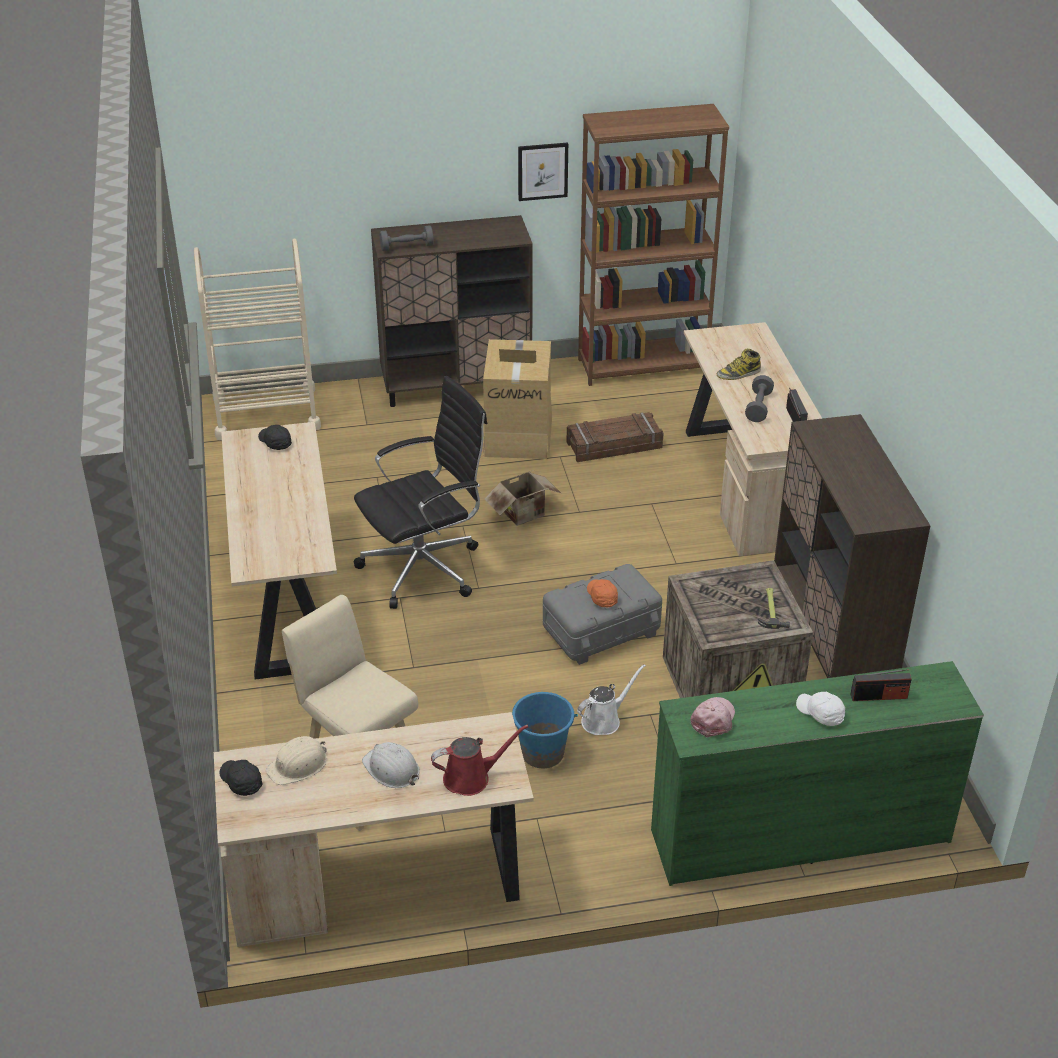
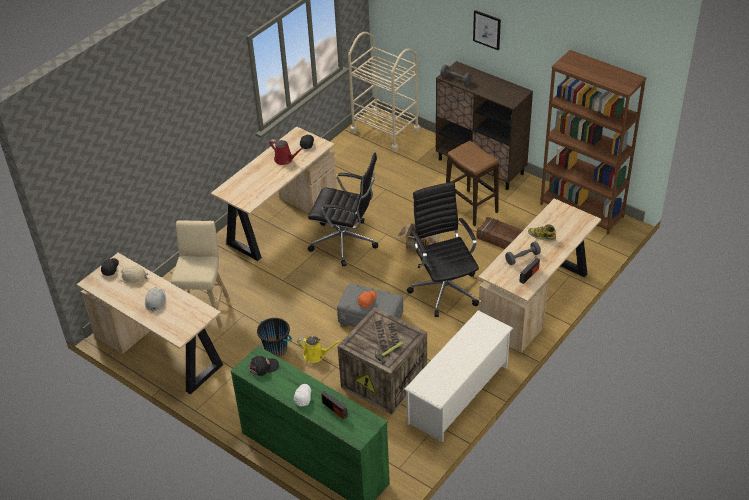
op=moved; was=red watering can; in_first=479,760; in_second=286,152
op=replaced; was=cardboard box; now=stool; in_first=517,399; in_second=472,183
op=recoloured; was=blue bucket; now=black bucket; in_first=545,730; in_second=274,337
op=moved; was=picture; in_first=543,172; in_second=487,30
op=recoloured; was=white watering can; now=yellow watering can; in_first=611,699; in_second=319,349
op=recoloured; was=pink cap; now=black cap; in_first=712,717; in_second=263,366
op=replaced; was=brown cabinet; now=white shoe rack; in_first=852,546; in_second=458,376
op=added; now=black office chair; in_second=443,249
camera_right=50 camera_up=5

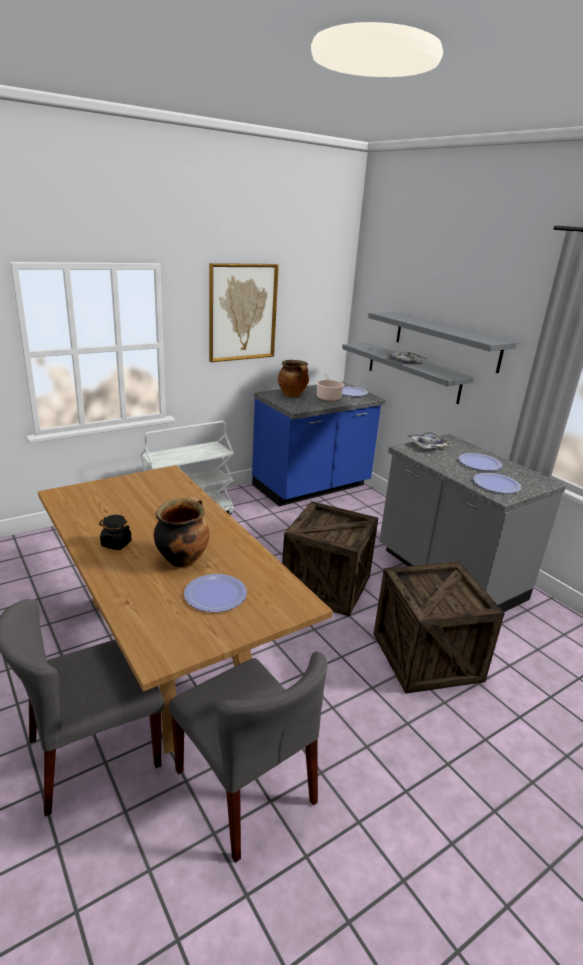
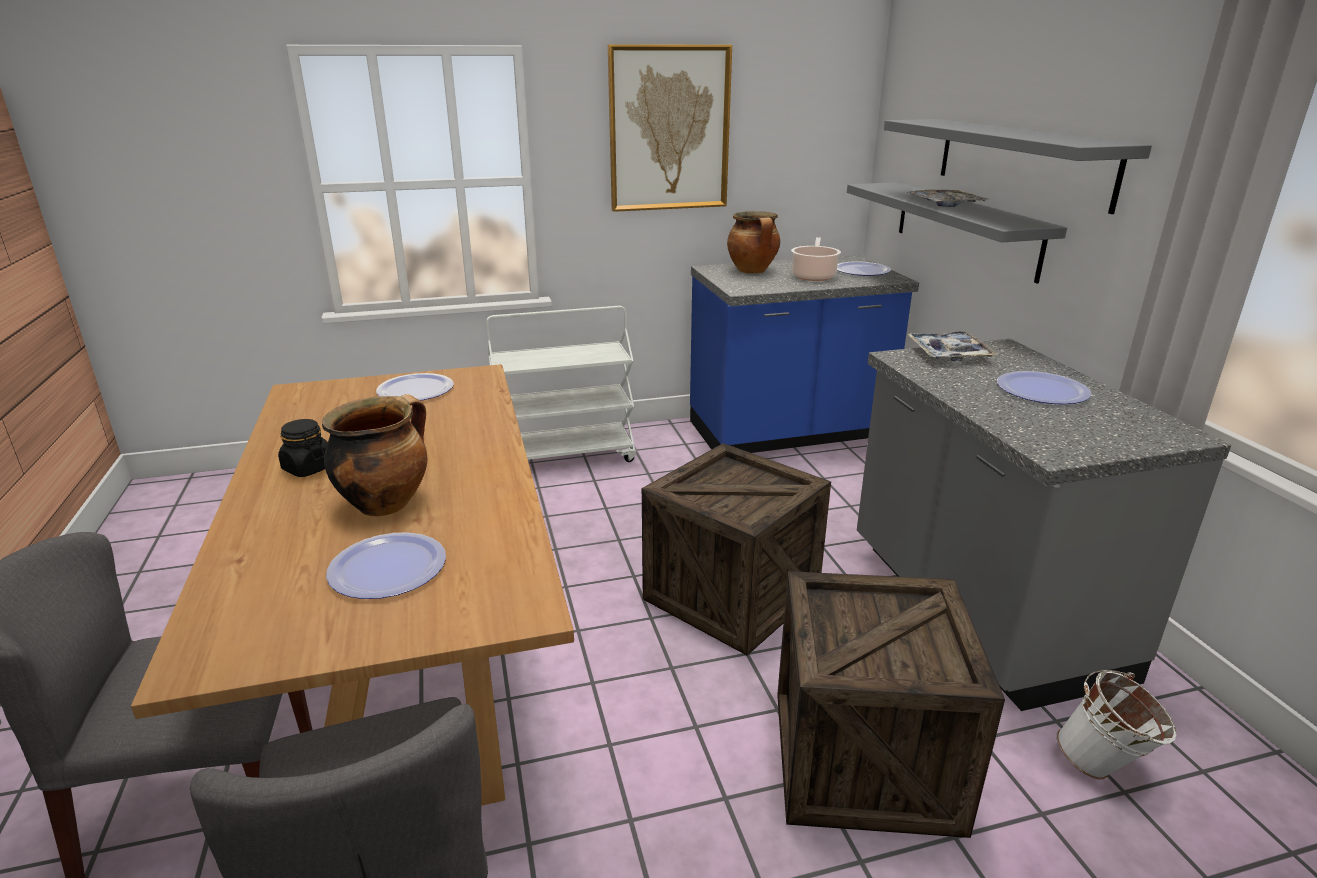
op=moved; was=plate; in_first=497,483; in_second=415,387
op=added; now=white bucket; in_second=1116,724
camera_right=20 camera_up=0

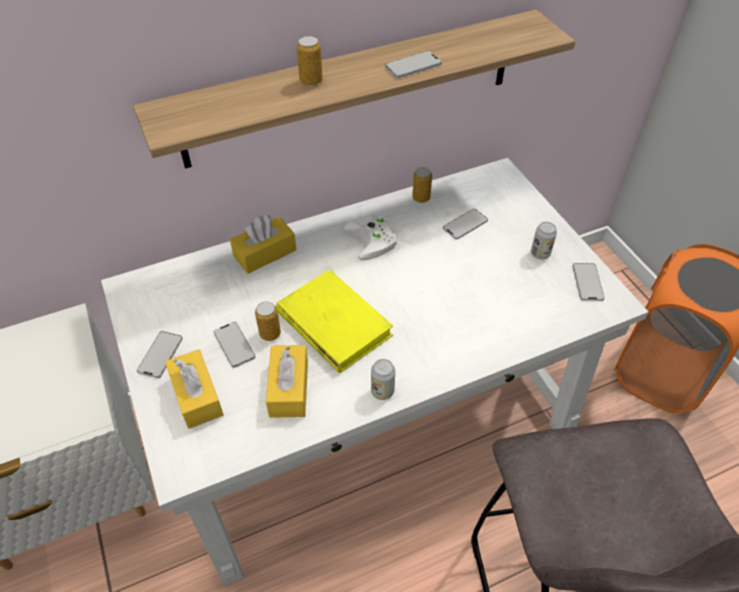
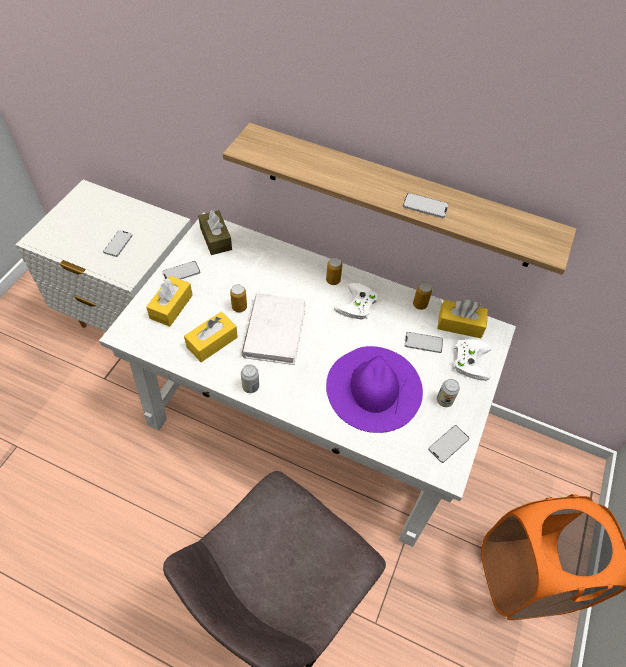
op=moved; was=phone; in_first=234,345; in_second=118,243
op=moved; was=yellow tissue box; in_first=263,244; in_second=462,319
op=recoloured; was=yellow book; now=white book; in_first=334,321; in_second=273,329
op=moved; was=can; in_first=310,61; in_second=334,271
op=added; now=brown tissue box; in_second=215,232
op=added; now=purple hat; in_second=374,389
op=added; now=white game controller; in_second=472,360
camera_right=45 camera_up=5

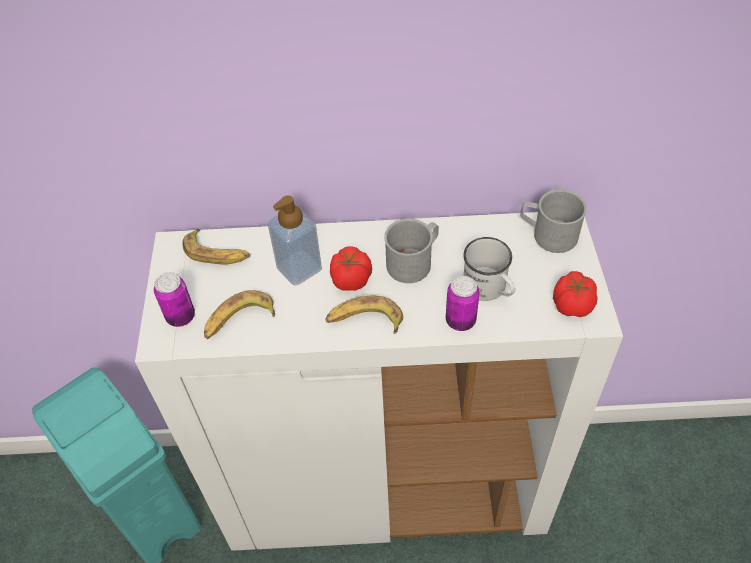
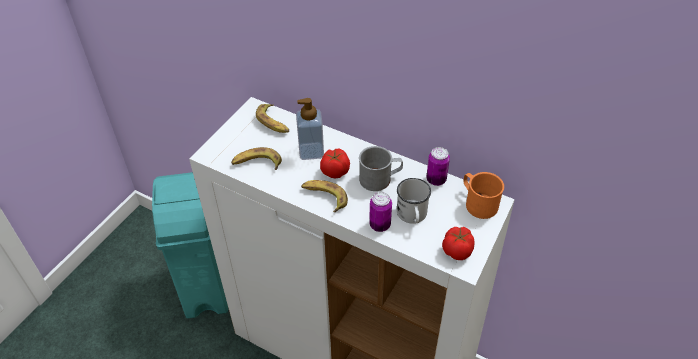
op=moved; was=can; in_first=174,299; in_second=438,166
op=recoloured; was=grey mug; now=orange mug; in_first=553,221; in_second=483,195
camera_right=30 camera_up=-5

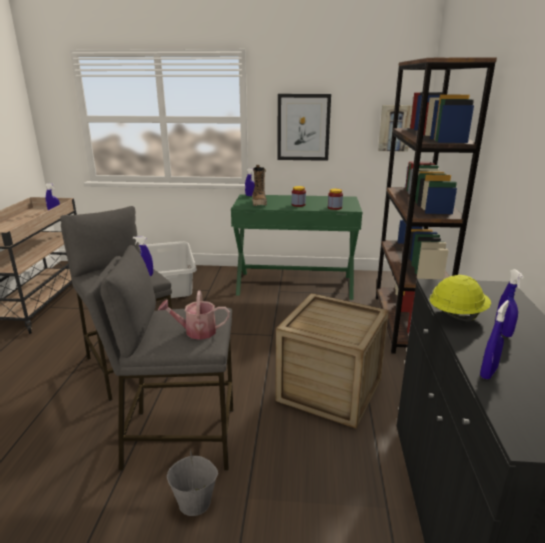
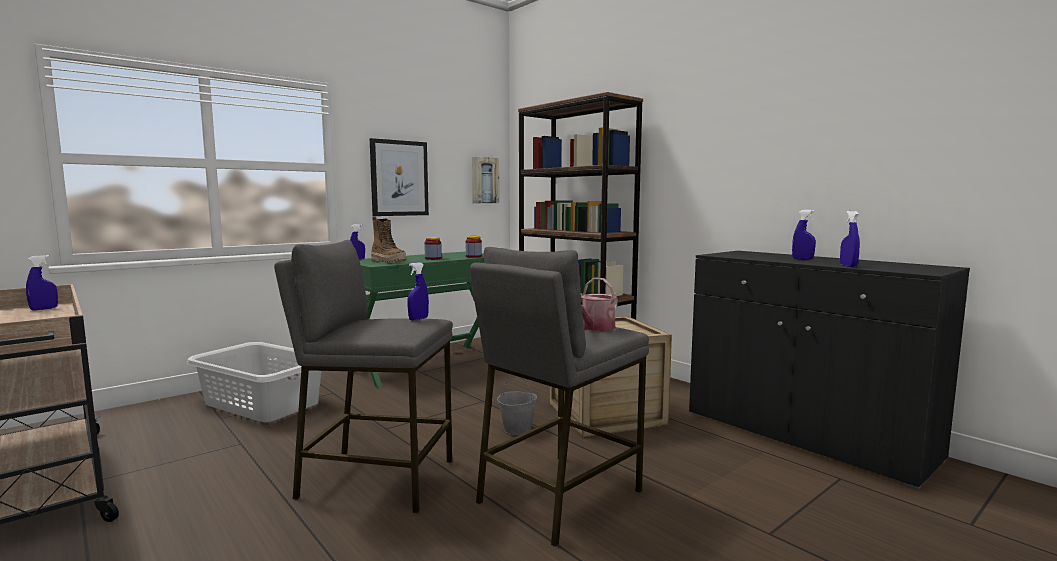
op=moved; was=grey bucket; in_first=192,482; in_second=517,405
op=removed; was=yellow hard hat; in_first=460,298
camera_right=-45 camera_up=-15

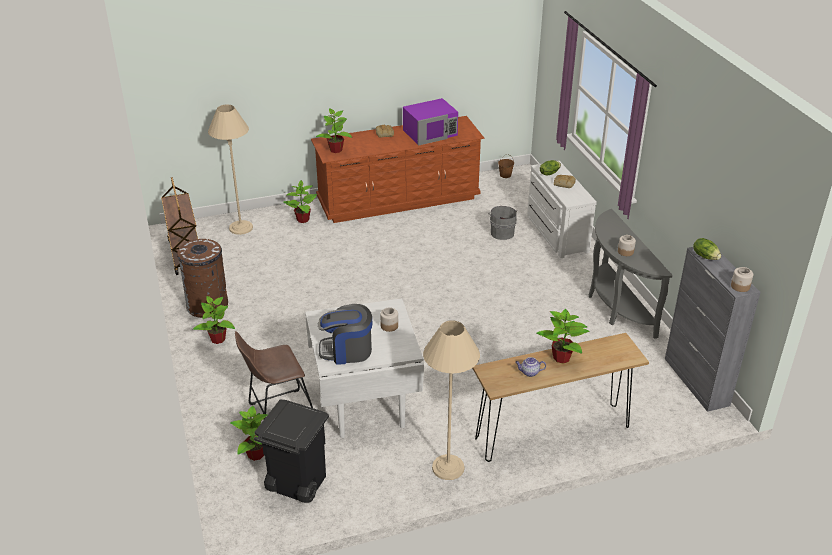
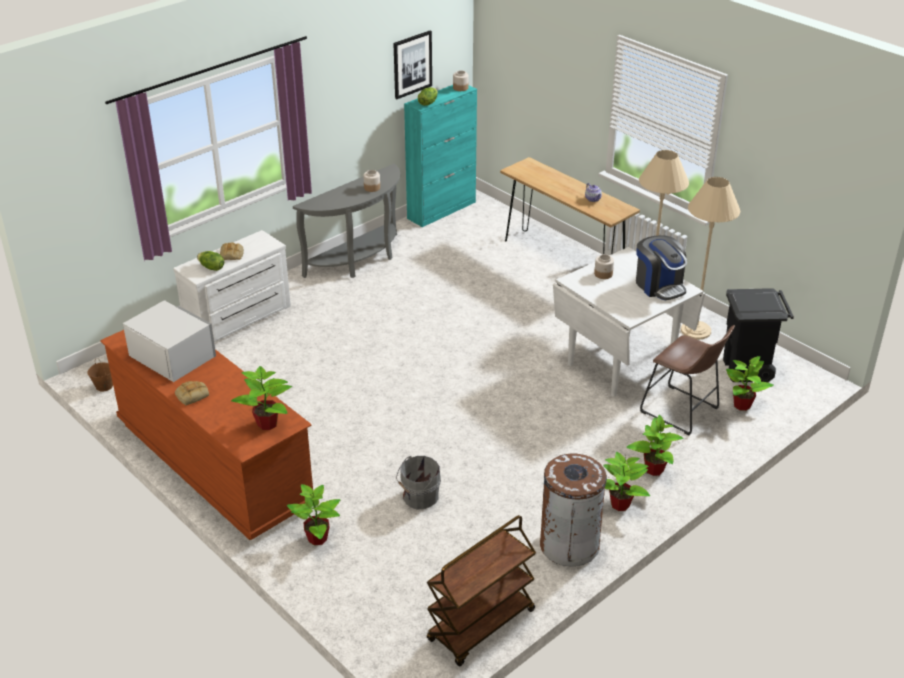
op=moved; was=beige floor lamp; in_first=230,169; in_second=710,258
op=recoloured; was=purple microwave; now=white microwave; in_first=430,122; in_second=169,341
op=moved; was=grey bucket; in_first=502,223; in_second=418,482
op=moved; was=potted plant; in_first=563,336; in_second=655,445
op=recoloured; was=grey cabinet; now=turquoise cabinet; in_first=713,329; in_second=440,156
op=added; now=picture; in_second=412,65
camera_right=-115 camera_up=0

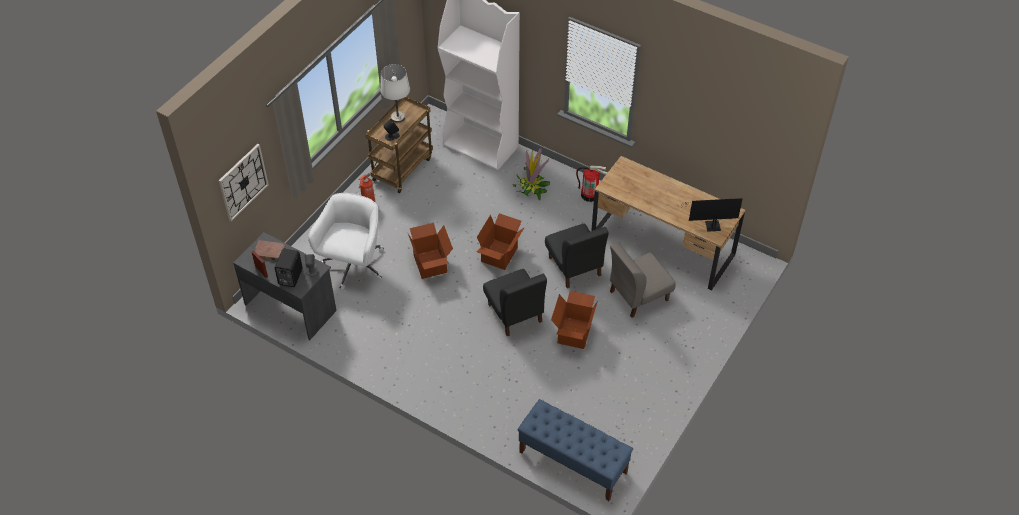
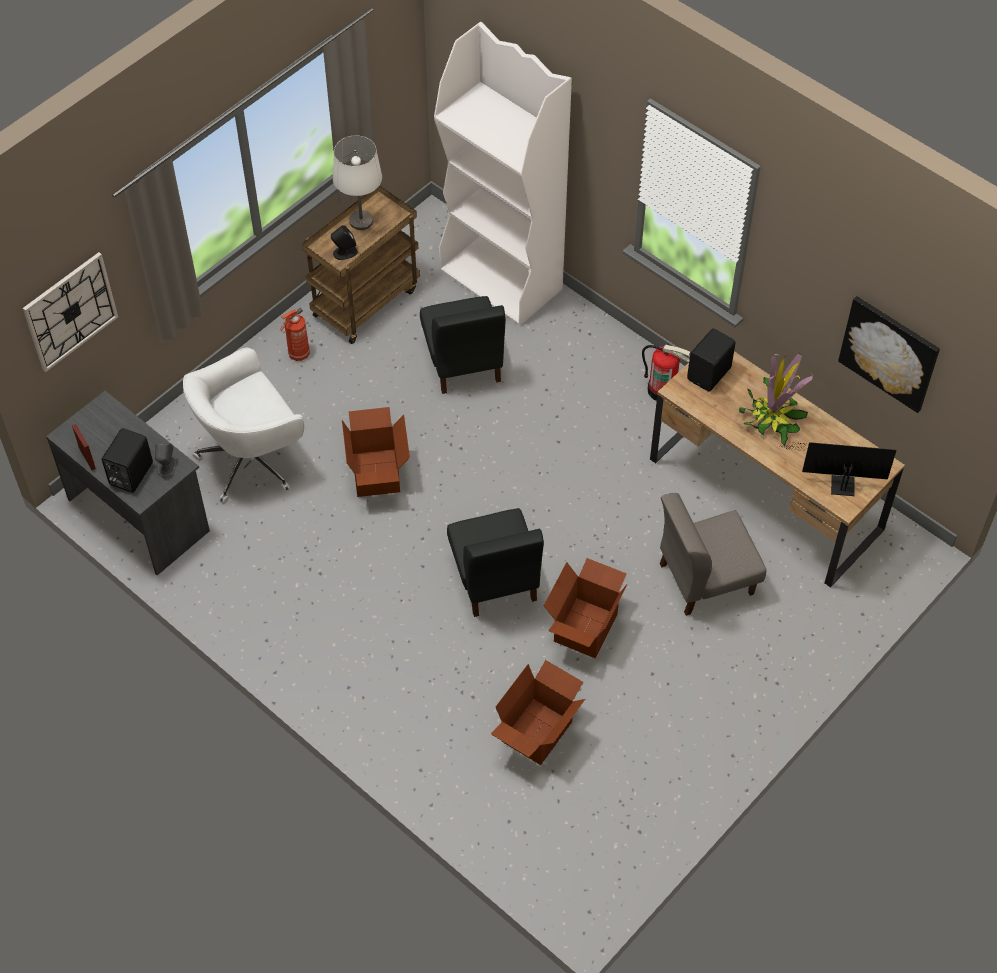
op=removed; was=brown book; in_first=270,250
op=turned; was=white office chair; in_first=346,241; in_second=243,426; clockwise=-150
op=moved; was=cardboard box; in_first=501,241; in_second=538,712
op=moved; was=potted plant; in_first=531,174; in_second=776,399
op=removed; was=blue bench; in_first=575,450
op=moved; was=black chair; in_first=577,255; in_second=463,345
op=added; now=black speaker; in_second=711,360
op=added; now=picture; in_second=889,354
camera_right=10 camera_up=5

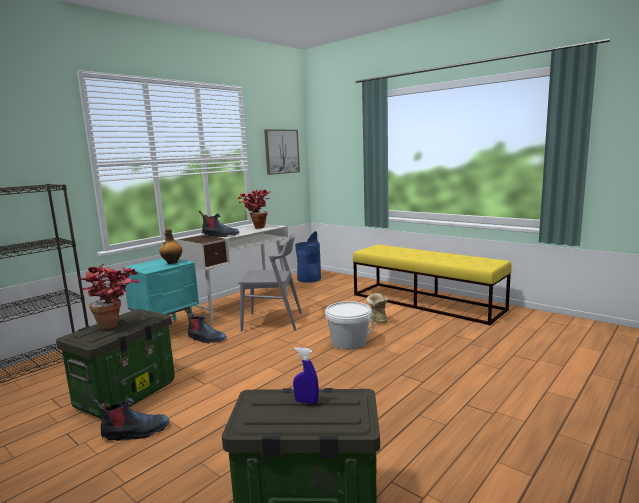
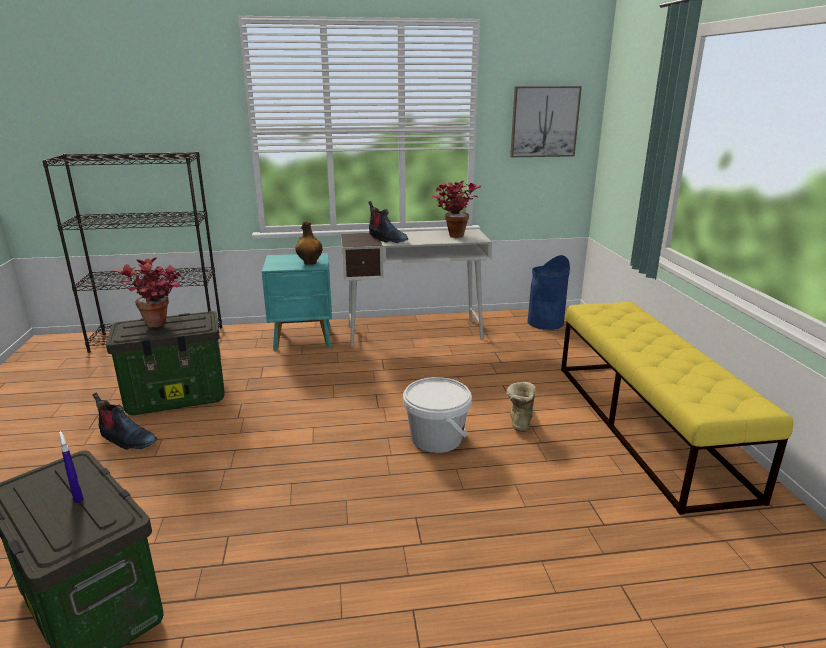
op=removed; was=boot; in_first=206,326
op=removed; was=grey chair; in_first=270,283
camera_right=40 camera_up=10

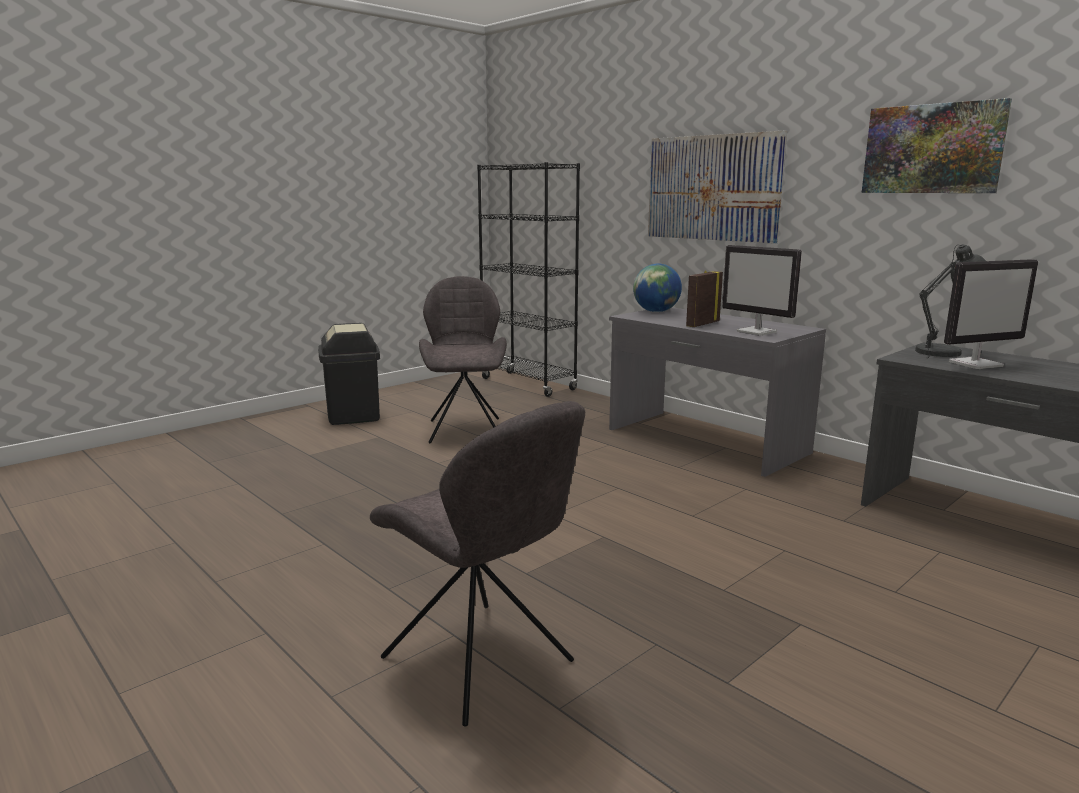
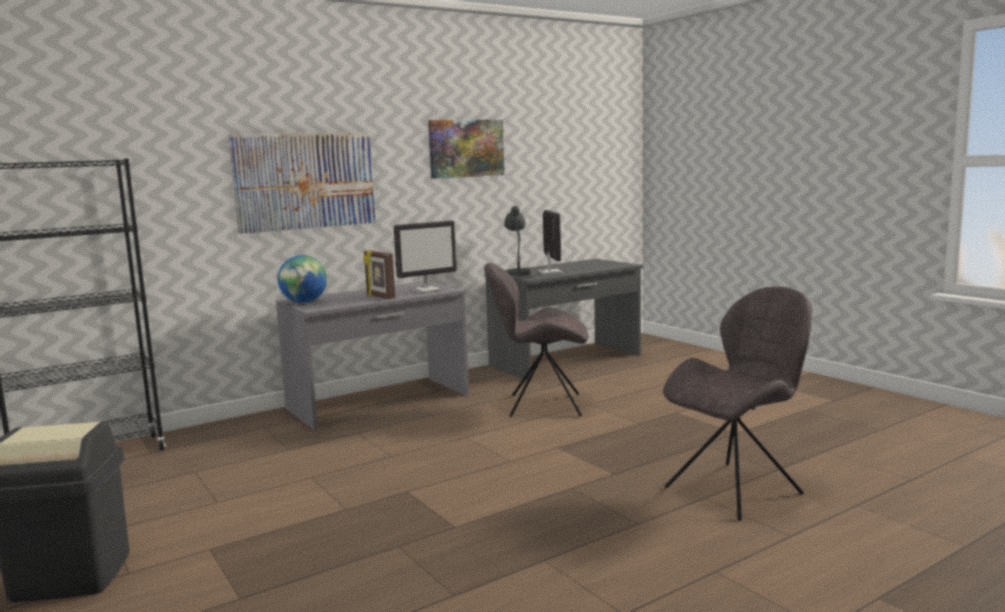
op=moved; was=grey chair; in_first=463,360; in_second=536,340
camera_right=-80 camera_up=-5

